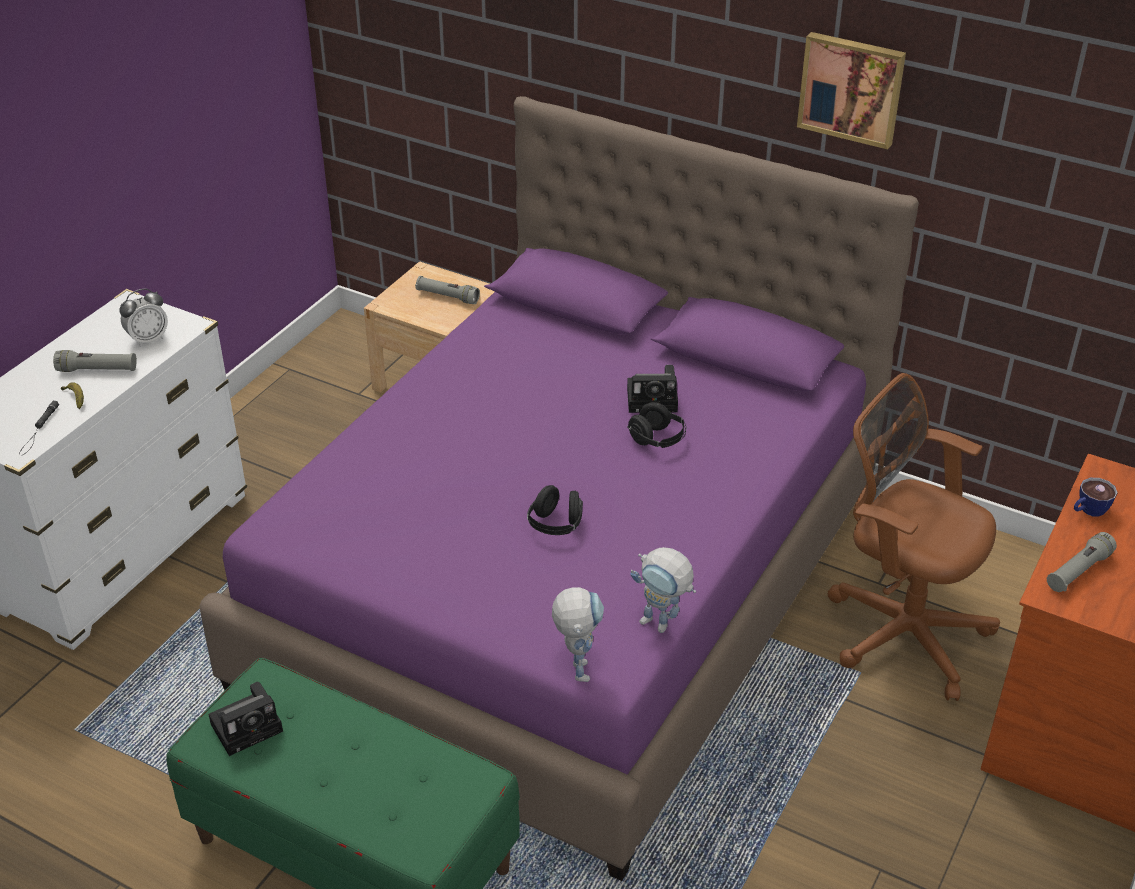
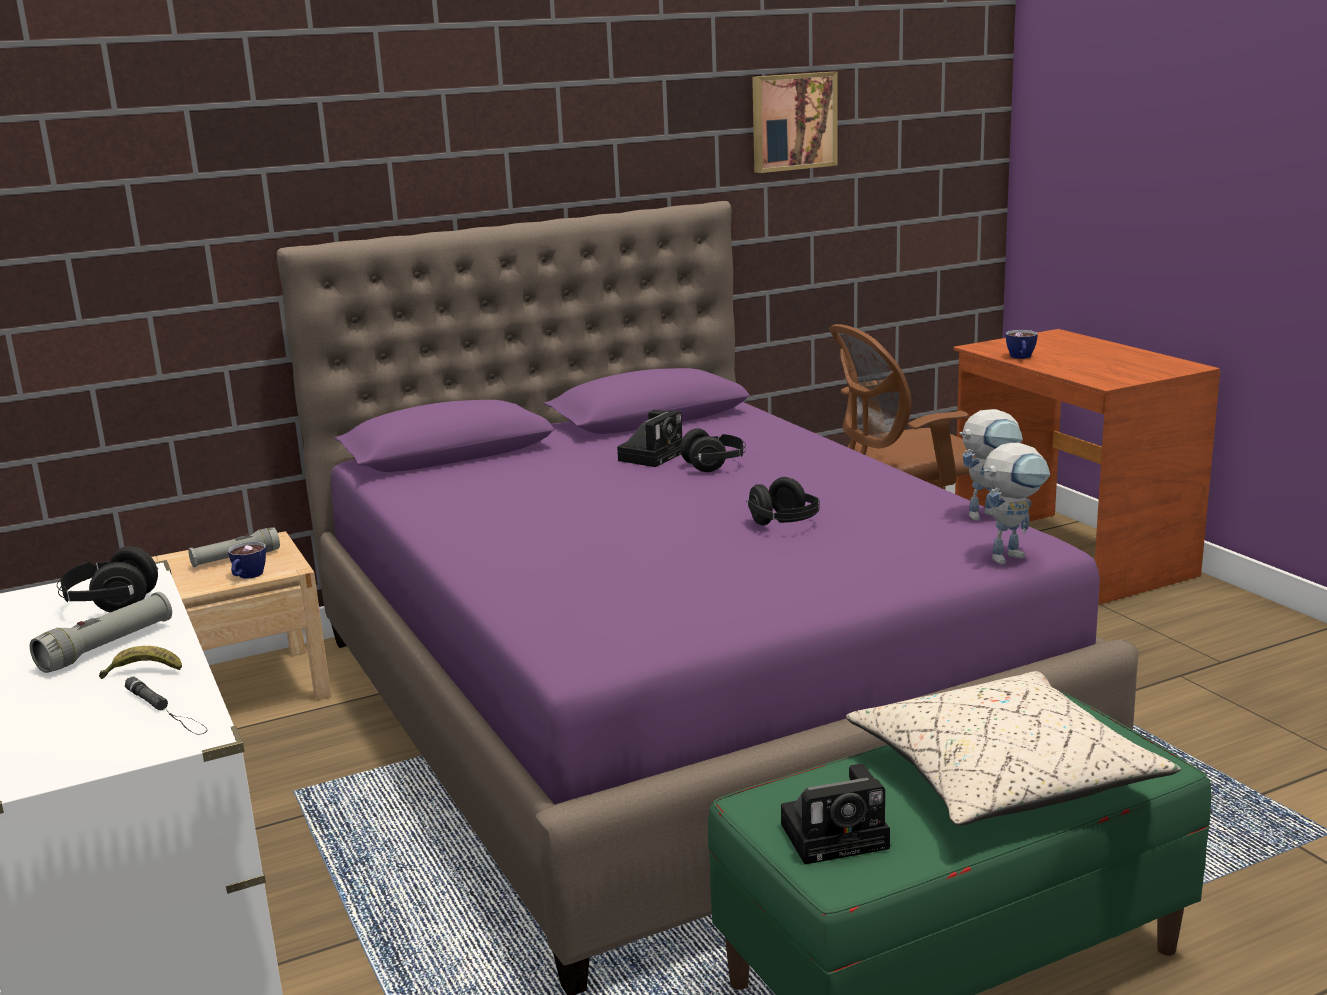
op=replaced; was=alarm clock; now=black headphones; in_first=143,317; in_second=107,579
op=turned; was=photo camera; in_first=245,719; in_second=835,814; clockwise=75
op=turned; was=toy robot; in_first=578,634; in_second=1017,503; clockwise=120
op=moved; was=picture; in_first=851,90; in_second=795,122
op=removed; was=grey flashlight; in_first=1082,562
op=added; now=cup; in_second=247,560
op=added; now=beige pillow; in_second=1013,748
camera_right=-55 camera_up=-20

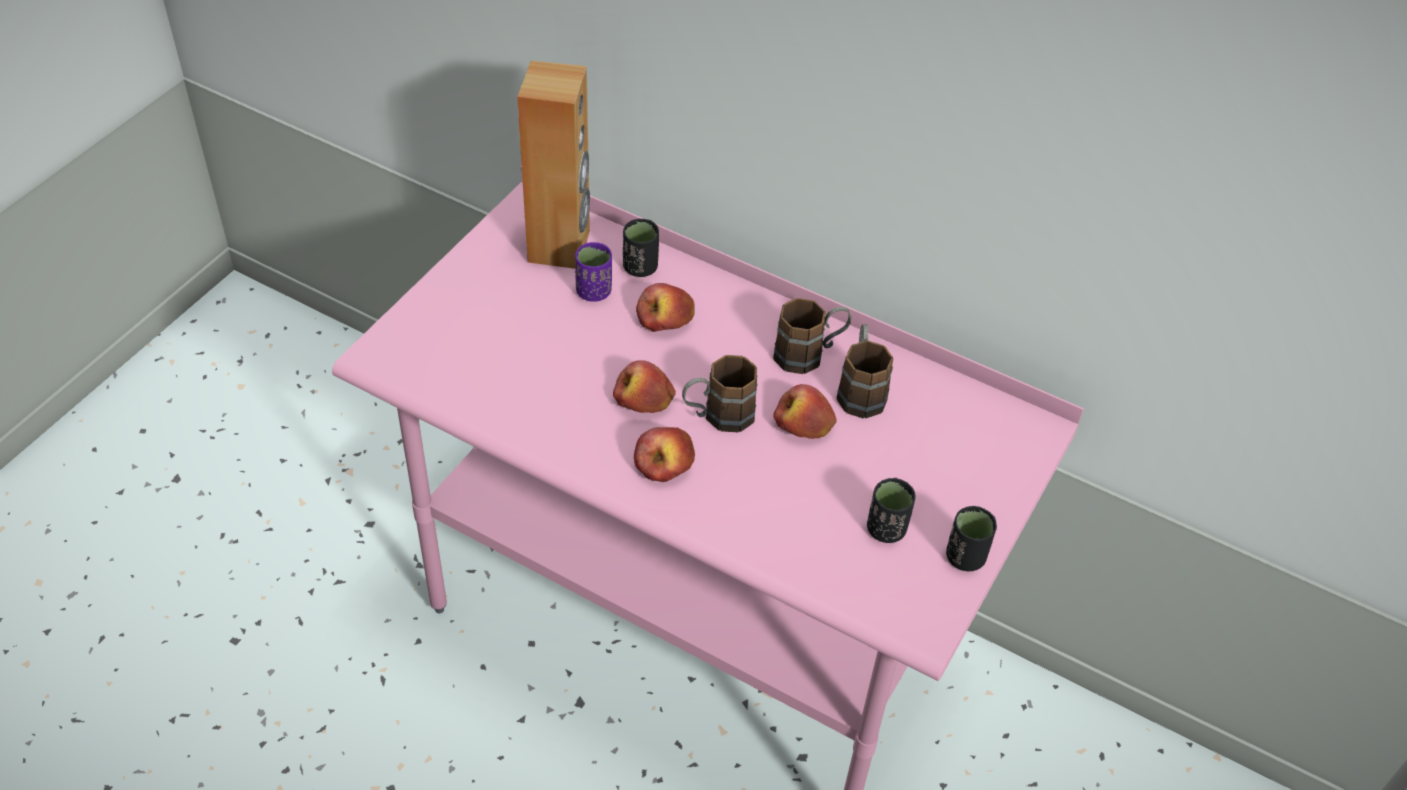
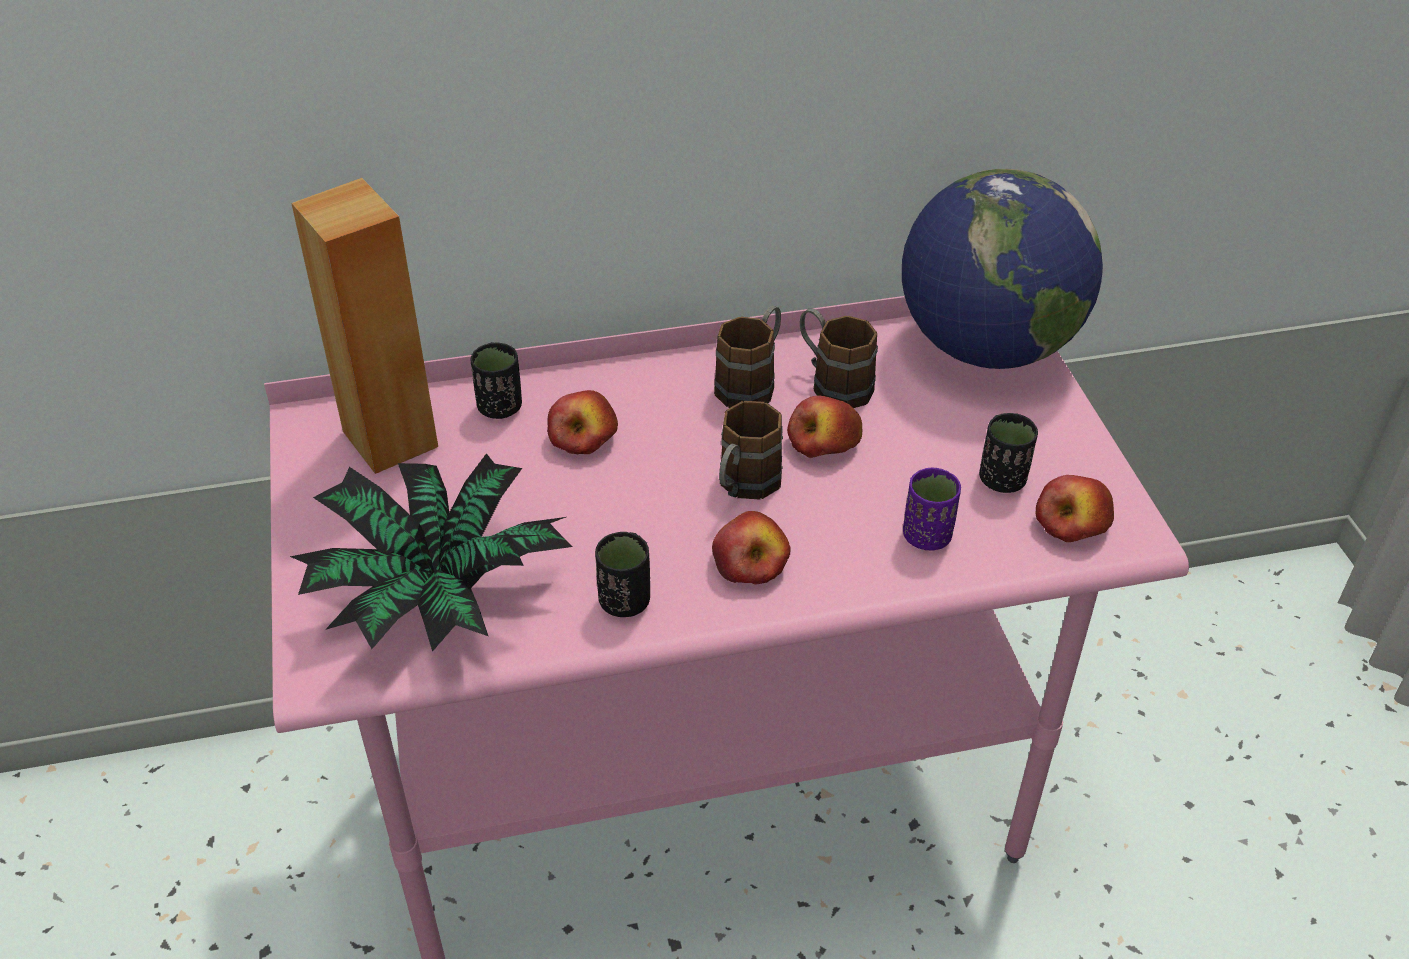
op=moved; was=purple cup; in_first=593,272; in_second=932,509
op=moved; was=apple; in_first=644,386; in_second=1075,508
op=moved; was=black cup; in_first=971,539; in_second=622,574
op=added; now=potted plant; in_second=431,552
op=added; now=globe; in_second=1002,269
camera_right=-40 camera_up=-5

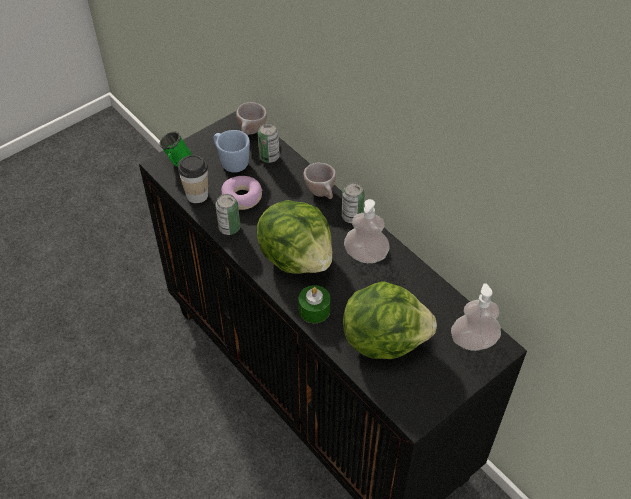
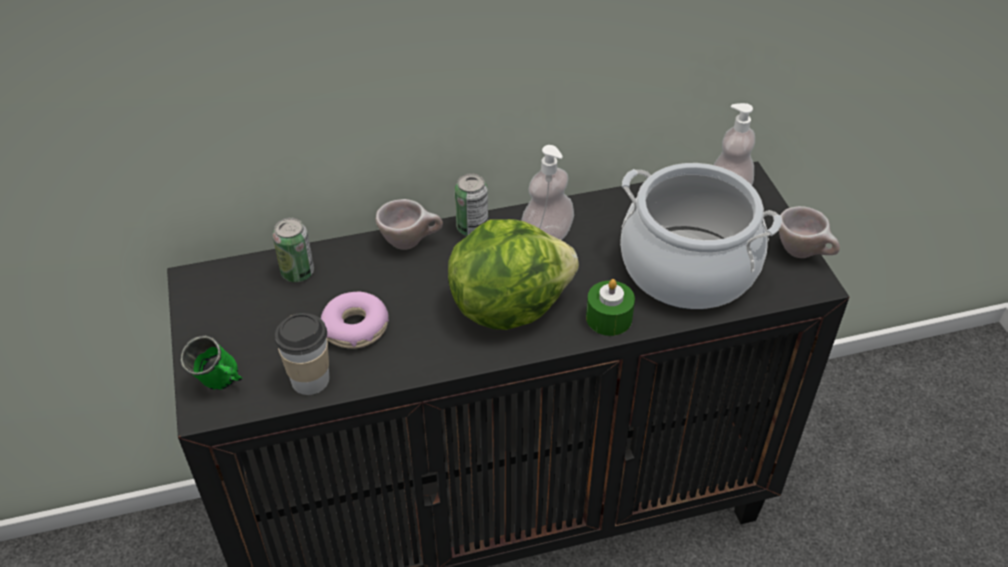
op=removed; was=blue mug; in_first=231,151
op=removed; was=can; in_first=227,214
op=moved; was=beige cup; in_first=251,119; in_second=809,232
op=replaced; was=lettuce; now=cooking pot; in_first=390,320; in_second=701,236
camera_right=-65 camera_up=-5

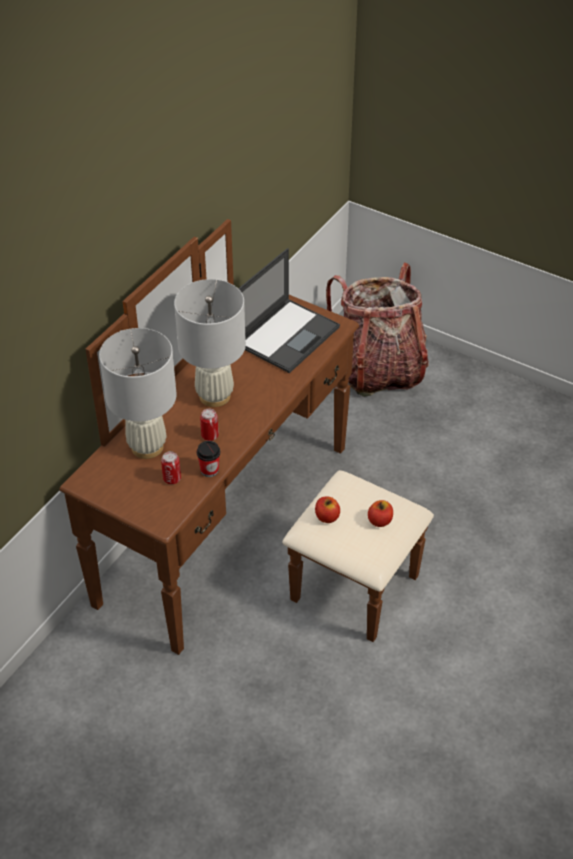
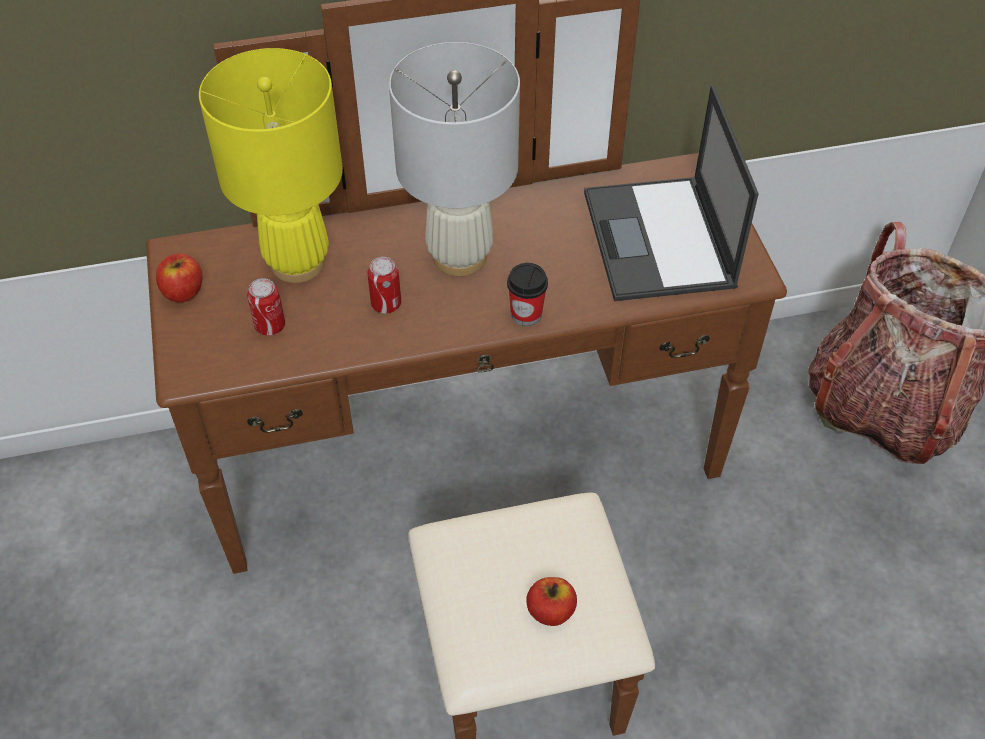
op=recoloured; was=white table lamp; now=yellow table lamp; in_first=138,393; in_second=271,165
op=moved; was=cup; in_first=208,459; in_second=527,294
op=turned; was=laptop; in_first=289,310; in_second=671,193; clockwise=90
op=moved; was=apple; in_first=327,509; in_second=179,277
camera_right=45 camera_up=5

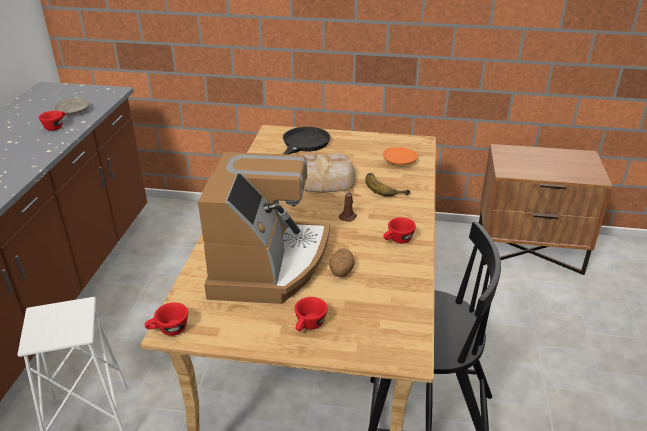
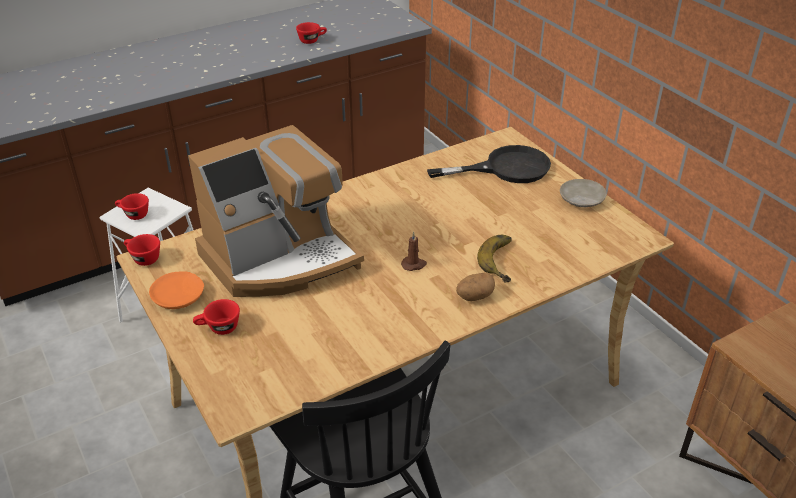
op=moved; was=beige plate; in_first=71,106; in_second=583,193
op=removed; was=bread; in_first=329,173
op=moved; was=potato; in_first=342,262; in_second=475,287
op=moved; was=orange plate; in_first=400,156; in_second=176,290
op=moved; was=red cup; in_first=399,230; in_second=132,206
camera_right=50 camera_up=5

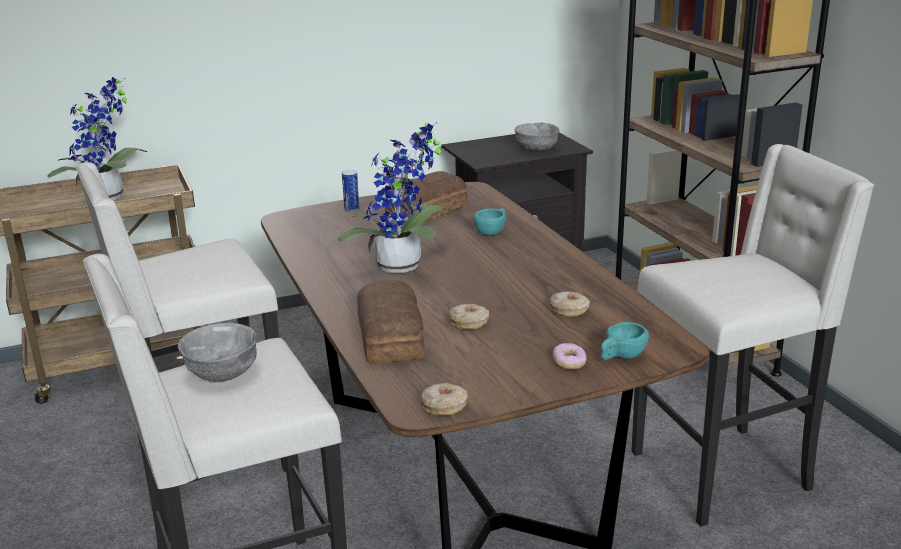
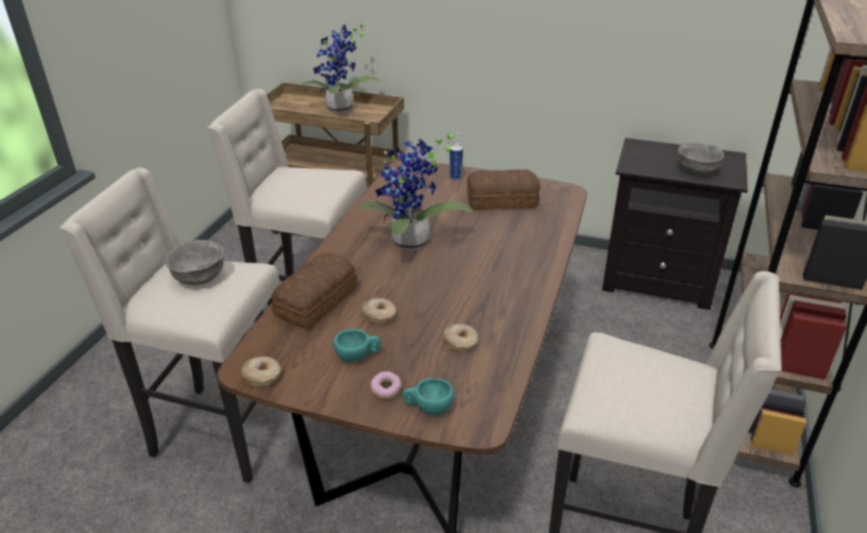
op=moved; was=turquoise cup; in_first=490,221; in_second=357,345
camera_right=40 camera_up=10

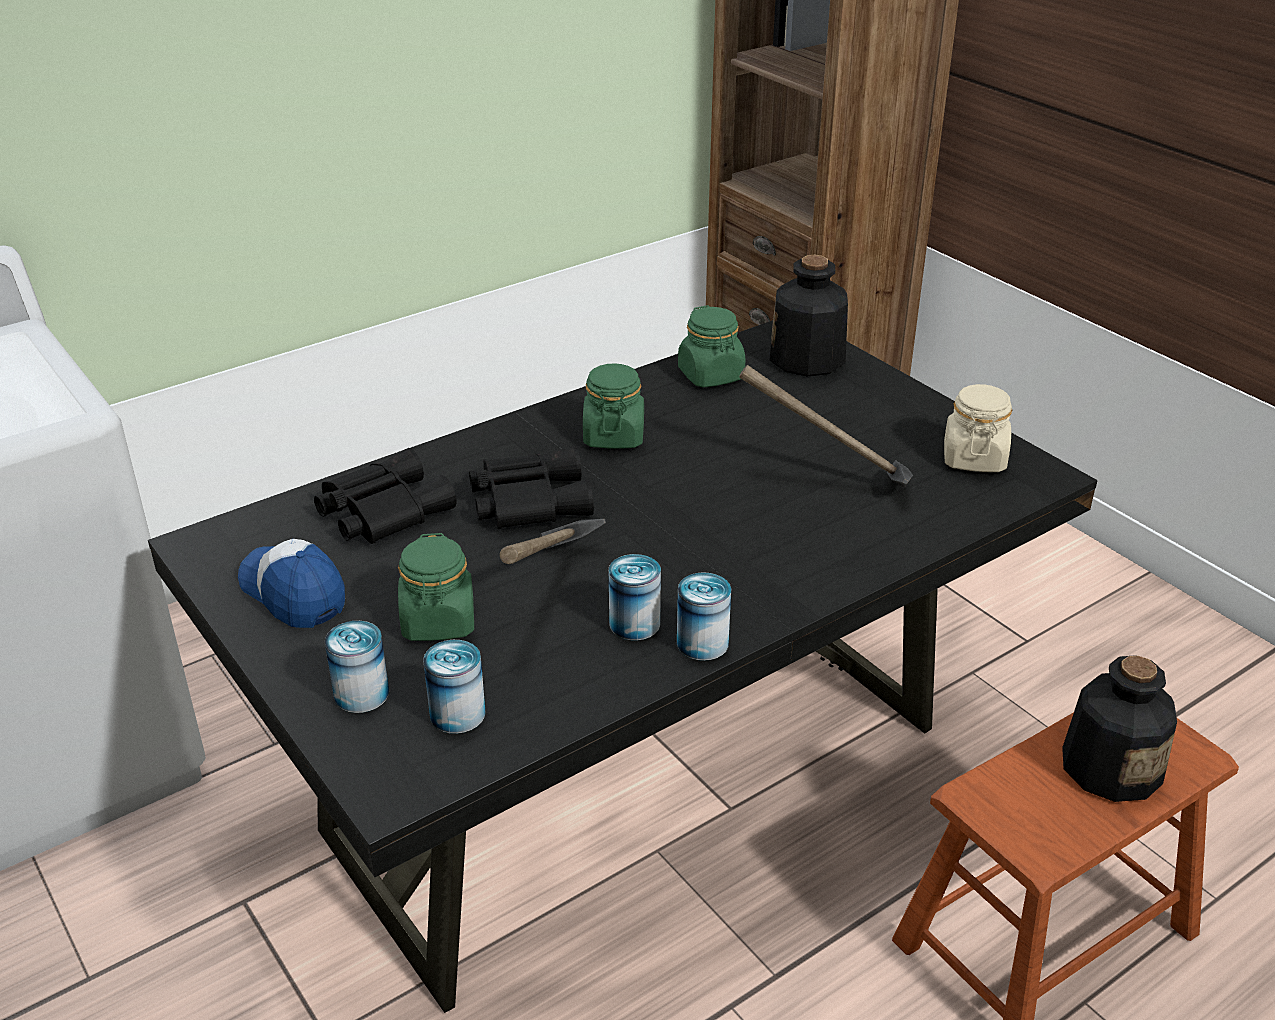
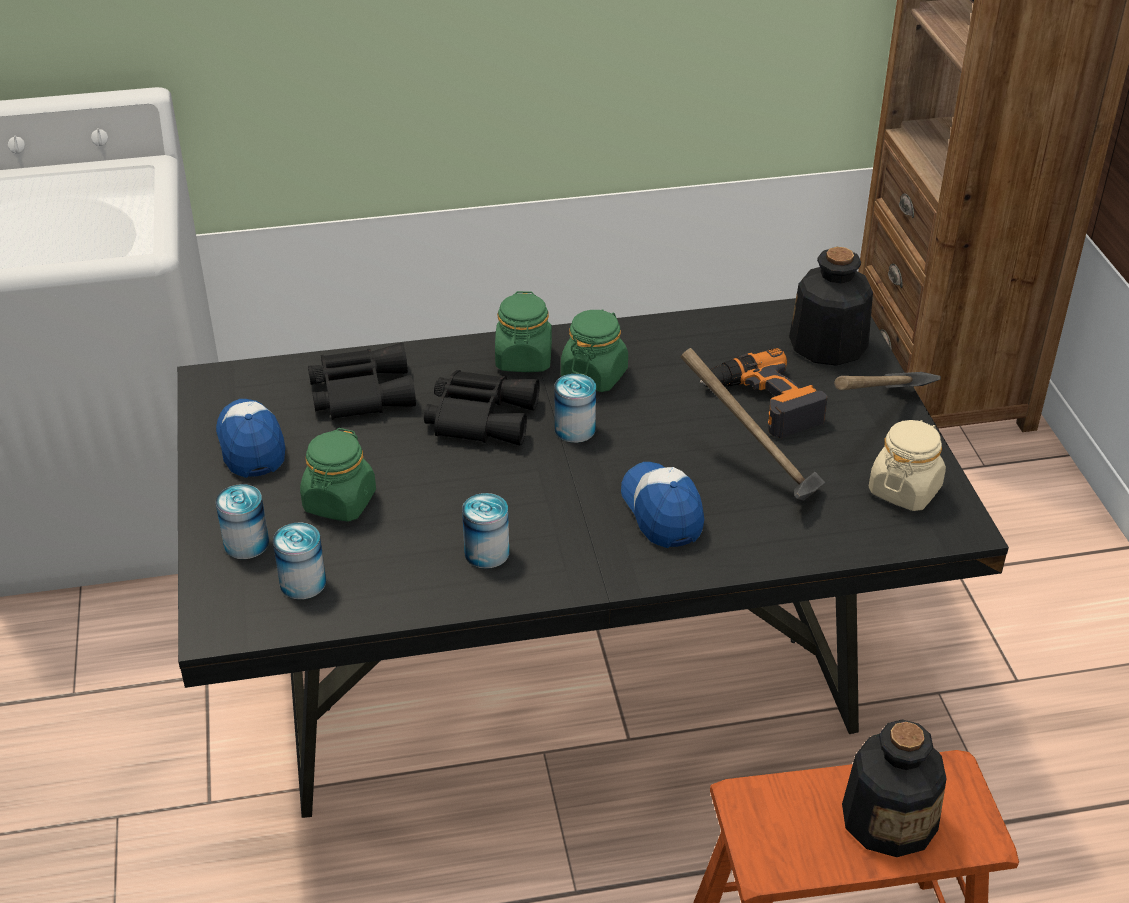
op=moved; was=hammer; in_first=553,541; in_second=887,381
op=moved; was=can; in_first=704,616; in_second=575,408
op=moved; was=green jar; in_first=712,346; in_second=523,331
op=added; now=cap; in_second=662,505
op=added; now=power drill; in_second=764,393
camera_right=25 camera_up=5

